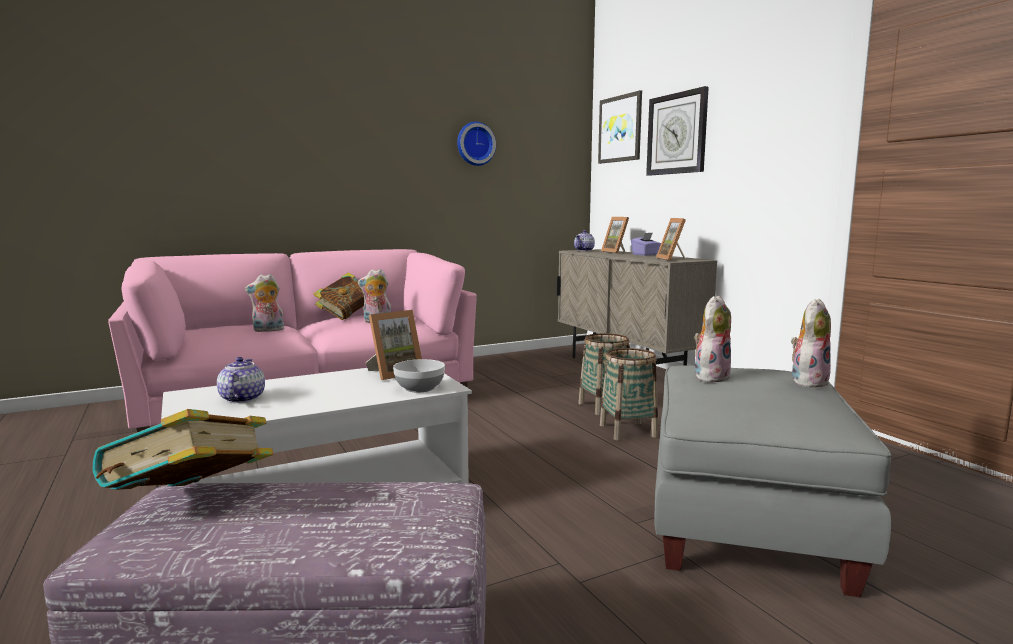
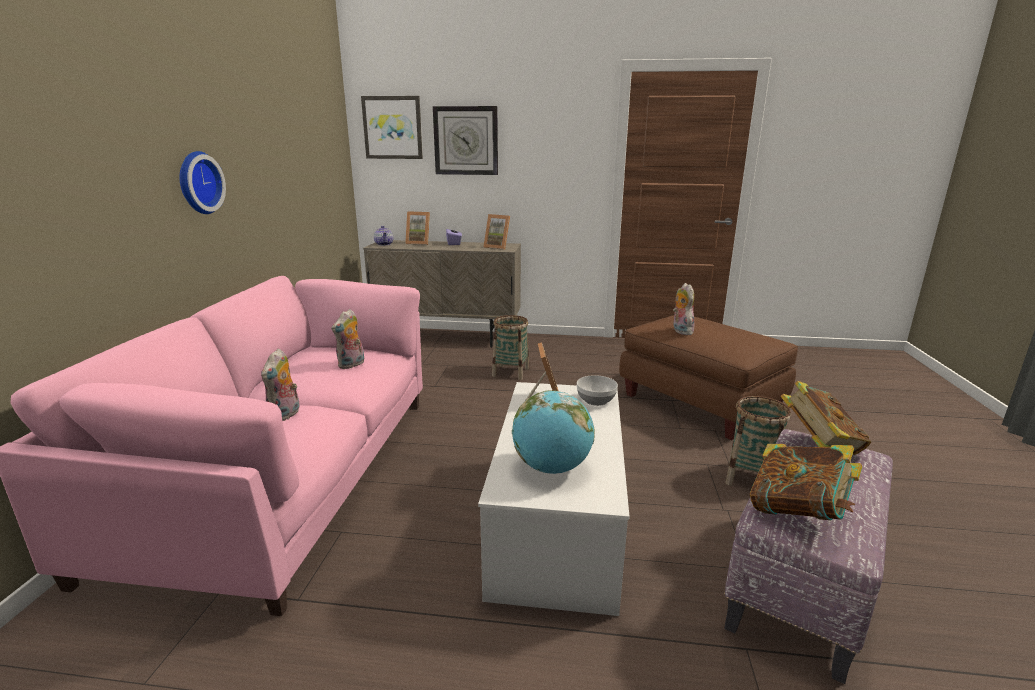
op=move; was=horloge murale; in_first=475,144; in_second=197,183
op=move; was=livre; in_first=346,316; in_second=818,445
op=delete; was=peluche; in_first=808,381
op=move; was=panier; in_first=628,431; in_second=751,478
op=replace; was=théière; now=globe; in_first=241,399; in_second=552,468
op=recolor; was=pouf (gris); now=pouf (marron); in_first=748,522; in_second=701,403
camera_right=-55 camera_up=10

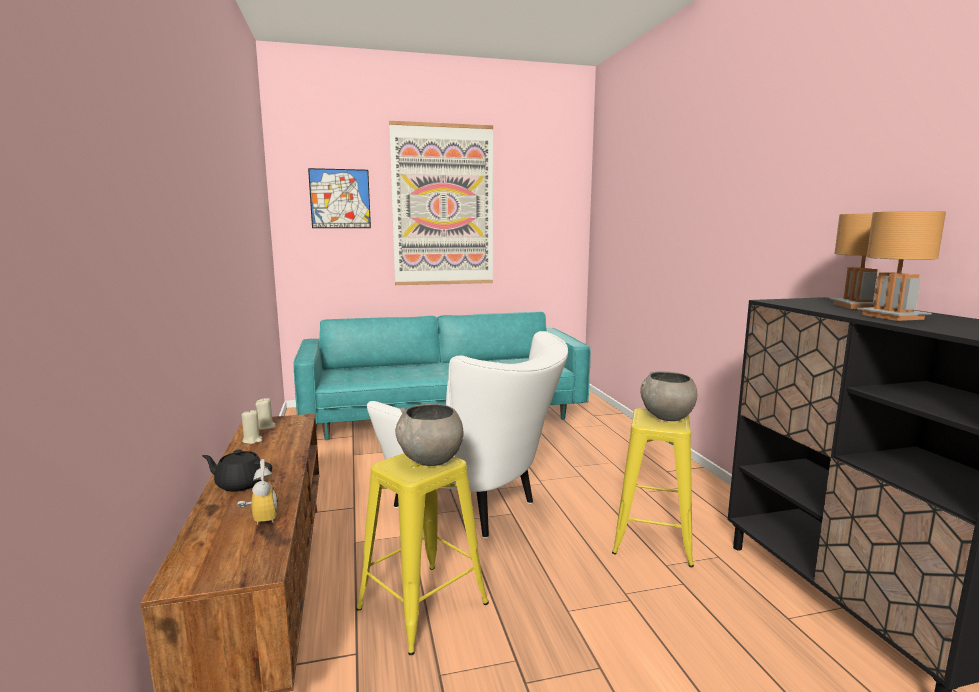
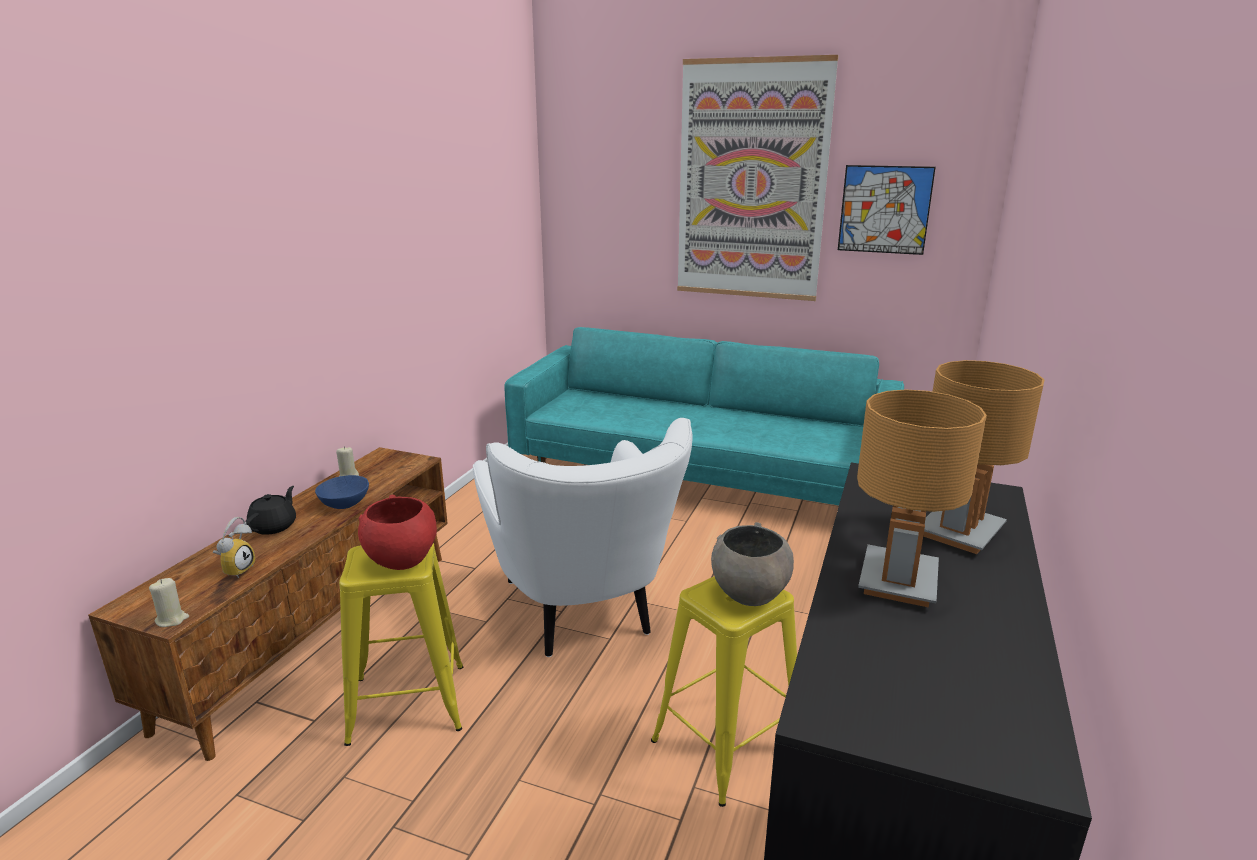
op=move; was=tableau; in_first=340,199; in_second=884,209
op=move; was=bougie (beige); in_first=266,427; in_second=172,619
op=recolor; was=bol (gris); now=bol (rouge); in_first=430,460; in_second=401,560
op=rotate; was=théière (noir); in_first=240,484; in_second=274,526; clockwise=60
op=insert; now=bol (bleu); in_second=345,503
camera_right=35 camera_up=10

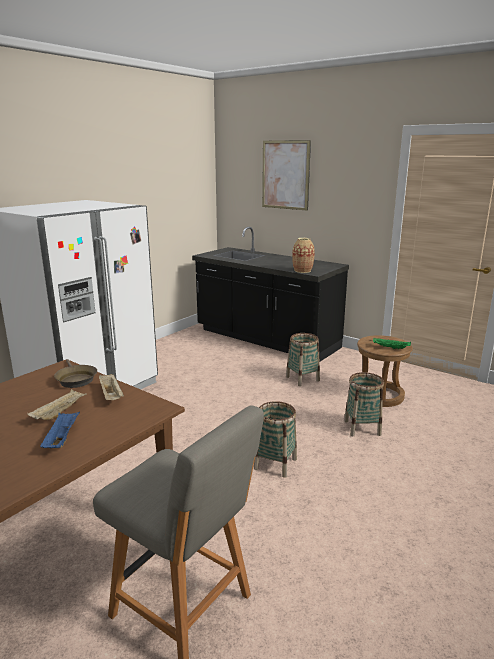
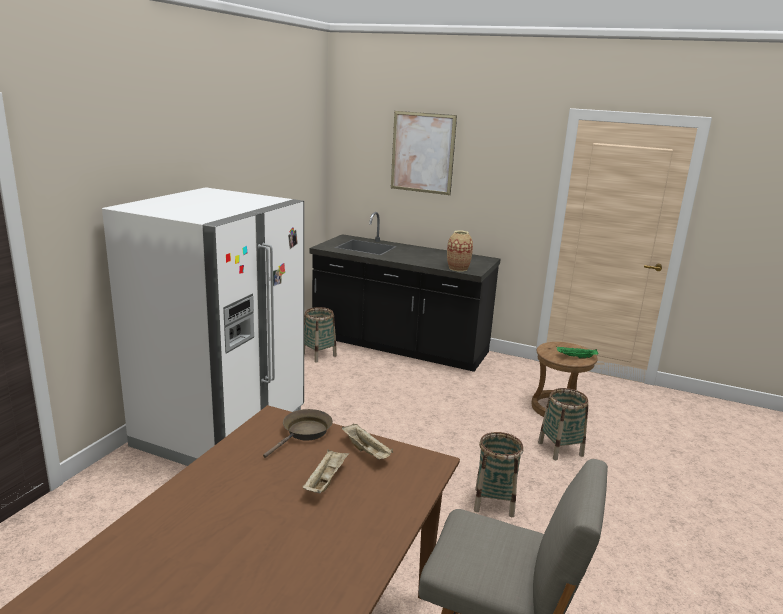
op=move; was=panier; in_first=302,378; in_second=318,355
op=rotate; was=poêle (marron); in_first=75,379; in_second=304,433; clockwise=-105
op=delete; was=plateau (bleu); in_first=61,439
camera_right=-15 camera_up=0

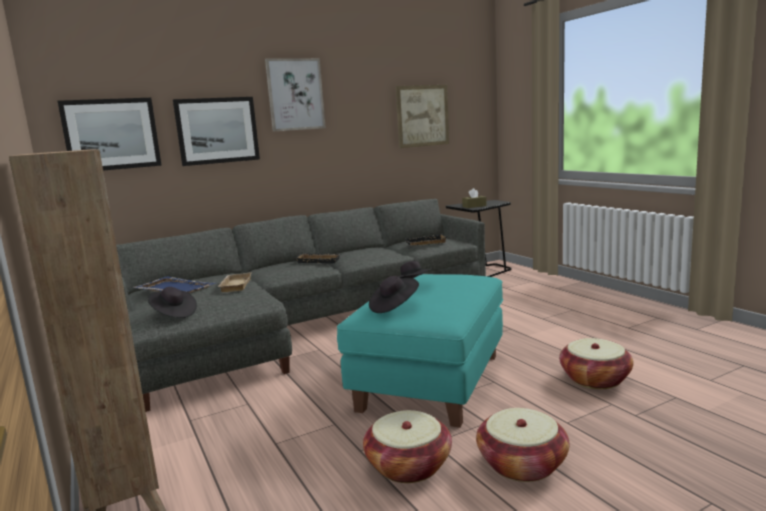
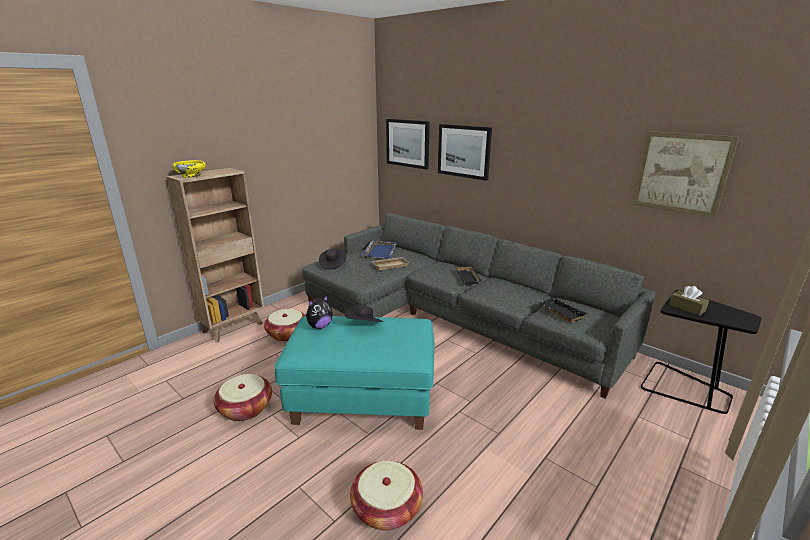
op=delete; was=tableau; in_first=295,94
op=replace; was=chapeau (noir); now=peluche; in_first=394,307; in_second=319,326
op=move; was=panier; in_first=522,464; in_second=287,334
op=insert; now=bol (jaune); in_second=191,176
camera_right=70 camera_up=10

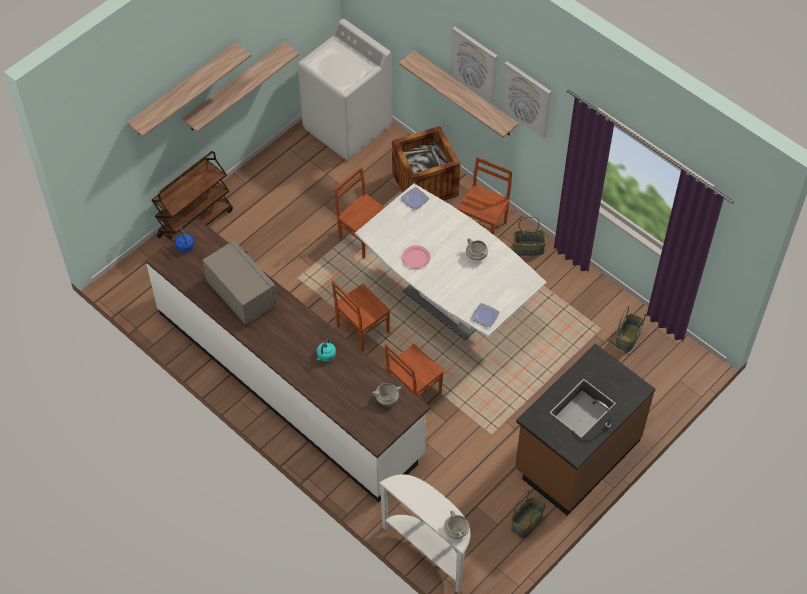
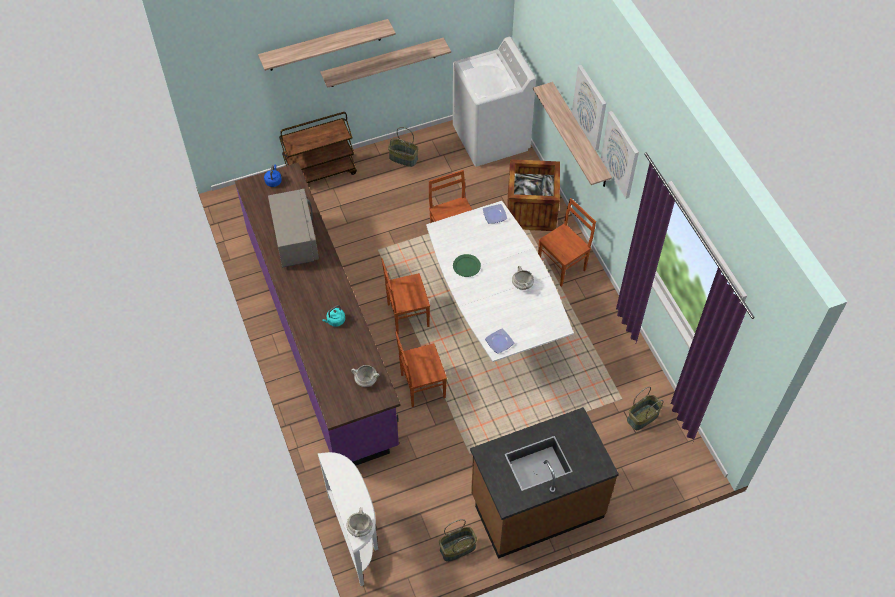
op=move; was=panier; in_first=528,248; in_second=404,158
op=recolor; was=comptoir de cuisine (blanc); now=comptoir de cuisine (violet); in_first=289,382; in_second=321,335
op=recolor; was=assiette (rose); now=assiette (vert); in_first=416,258; in_second=466,266
camera_right=25 camera_up=0

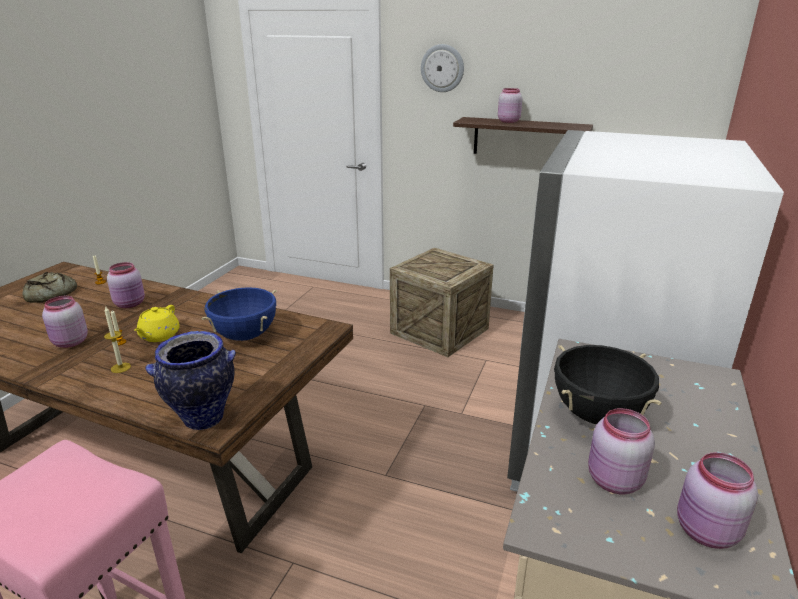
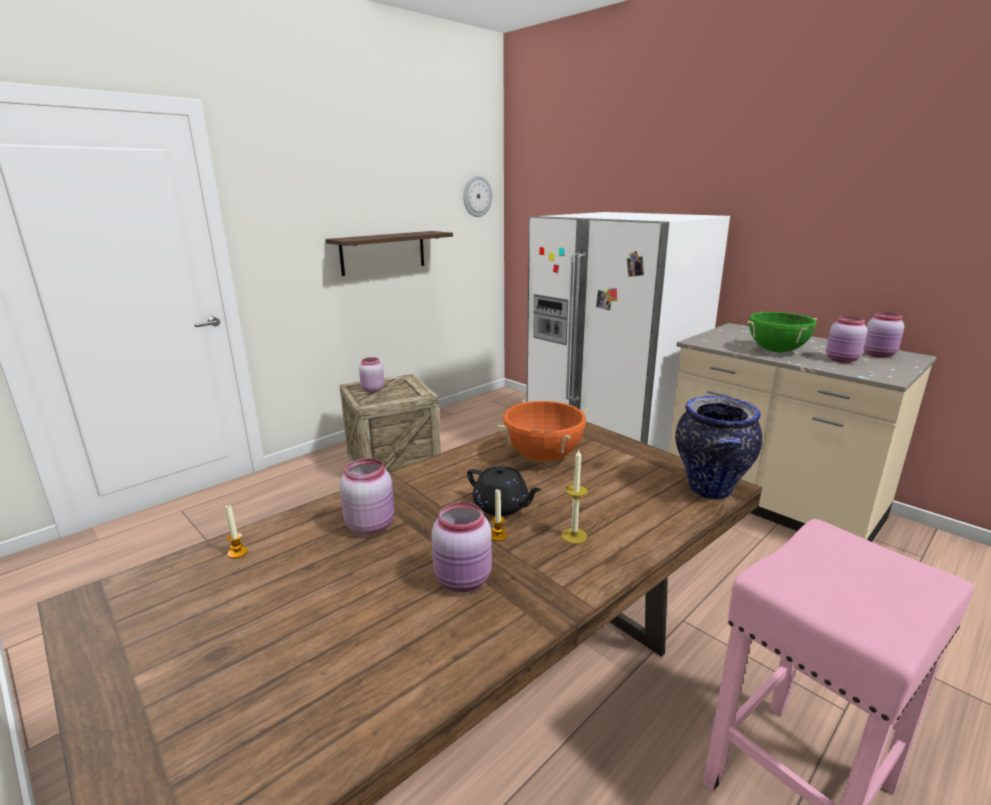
op=move; was=horloge murale; in_first=442,68; in_second=477,196
op=move; was=bocal (rose); in_first=508,121; in_second=372,390
op=delete; was=pain; in_first=50,294
op=recolor; was=marmite (bleu); now=marmite (orange); in_first=244,336; in_second=543,457
op=recolor; was=théière (jaune); now=théière (noir); in_first=159,336; in_second=502,506
op=recolor; was=marmite (noir); now=marmite (vert); in_first=598,415; in_second=776,351
camera_right=-65 camera_up=-5

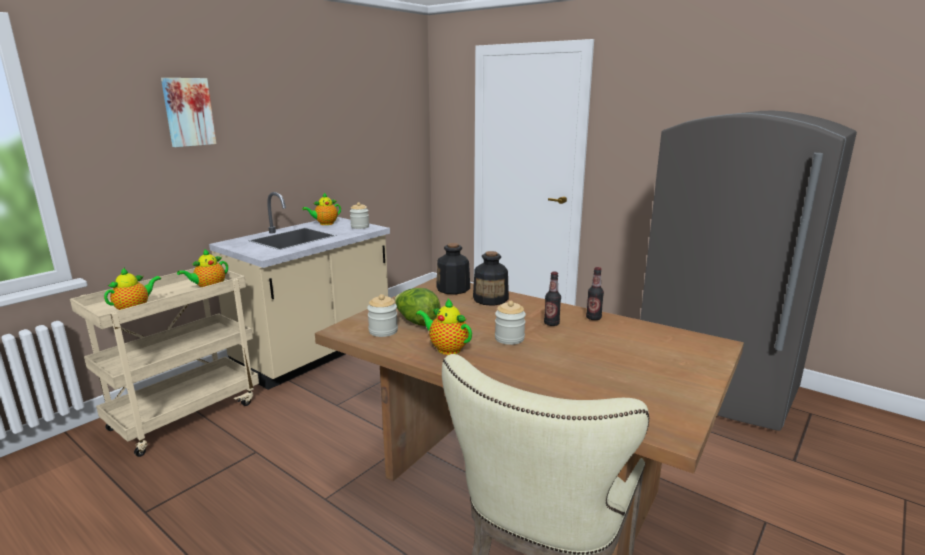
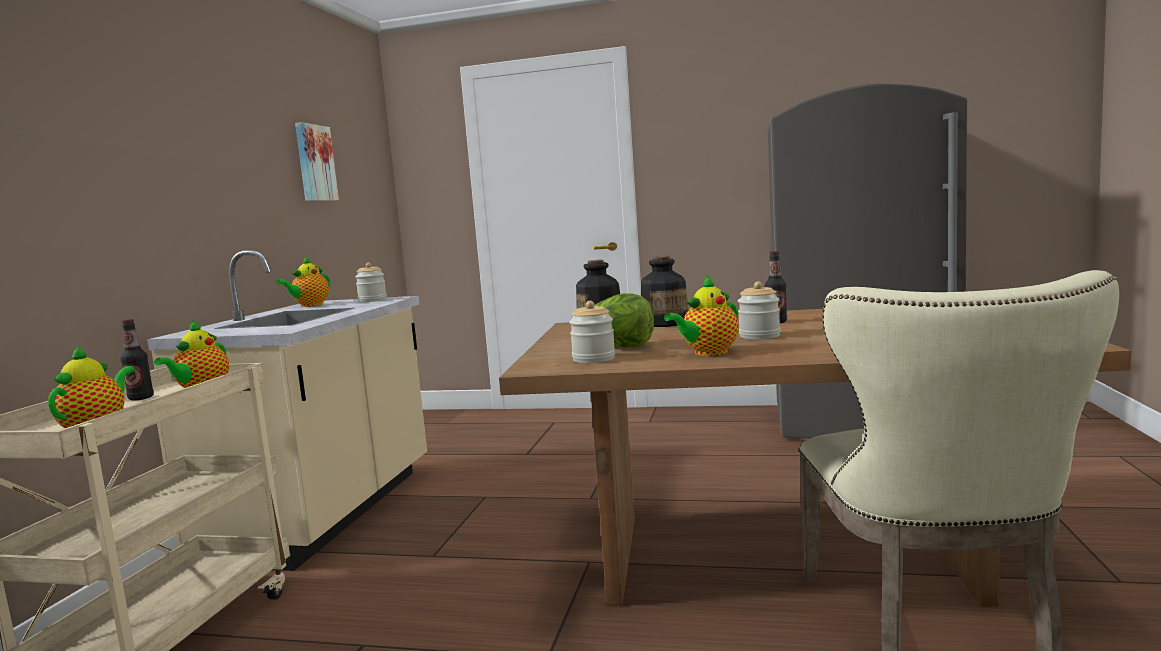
op=move; was=tableau; in_first=188,112; in_second=314,163
op=move; was=bouteille; in_first=593,318; in_second=141,398
op=rotate; was=théière; in_first=446,348; in_second=708,353; clockwise=-45
camera_right=-25 camera_up=-10

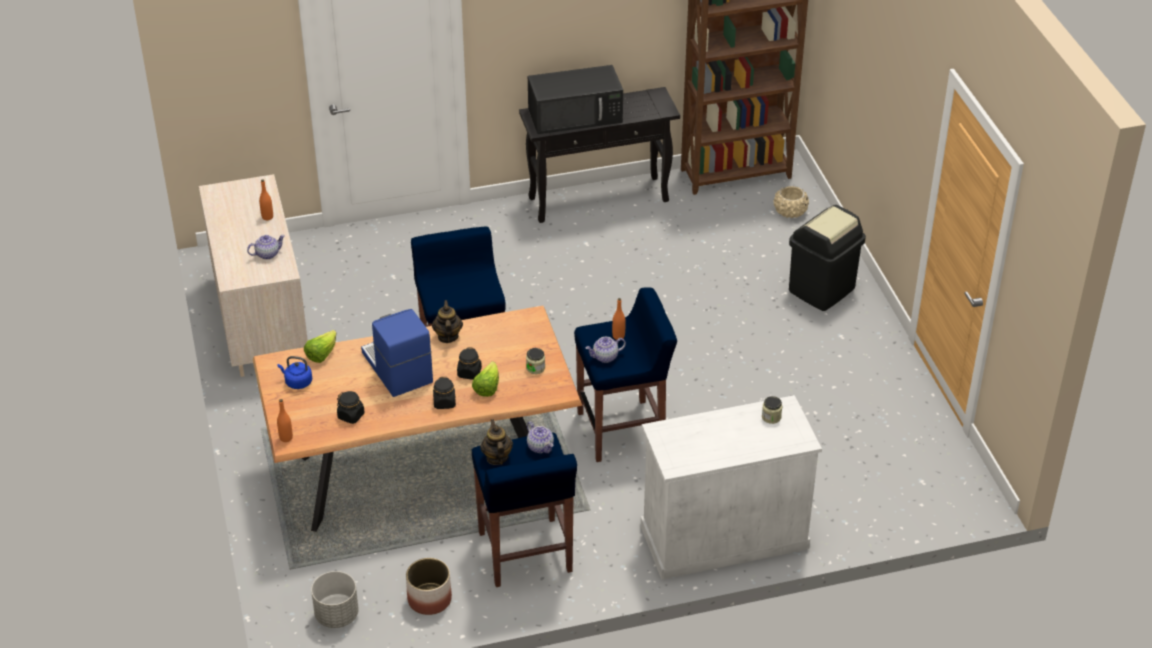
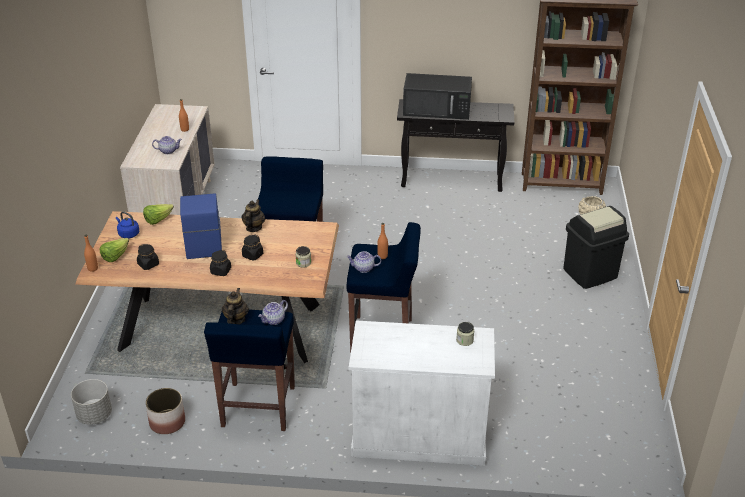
op=move; was=laitue; in_first=487,388; in_second=115,256
op=rotate; was=théière; in_first=540,447; in_second=274,320; clockwise=60
camera_right=20 camera_up=-5

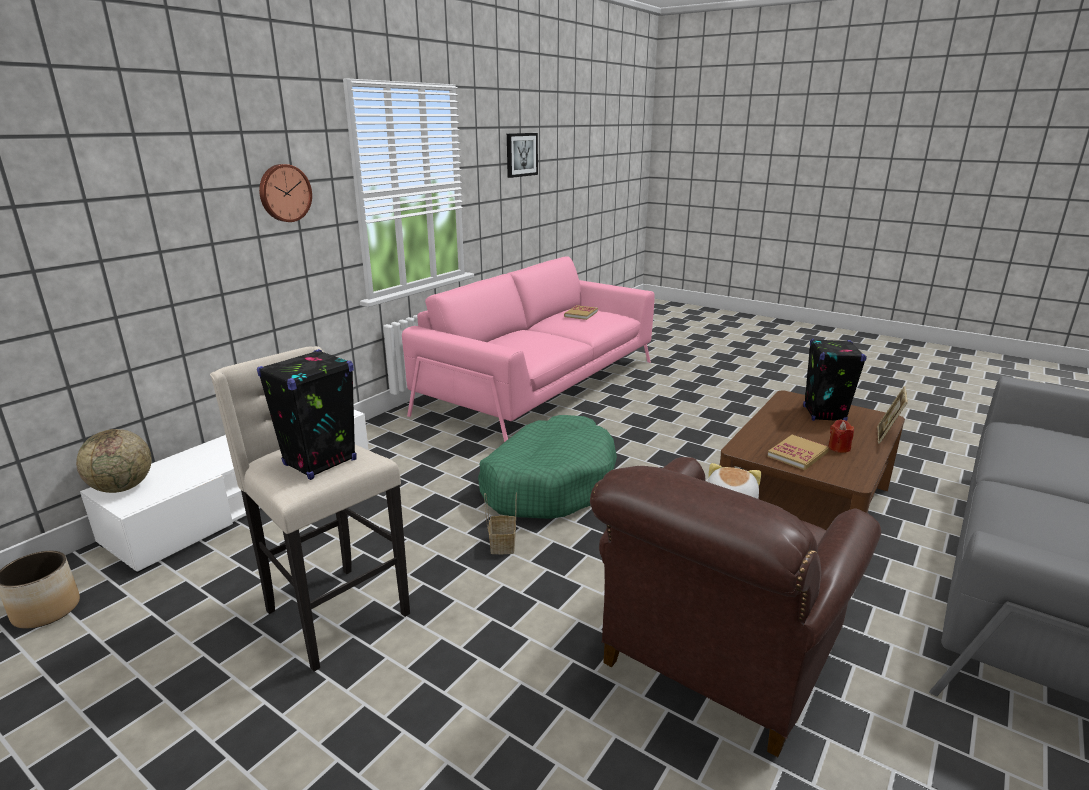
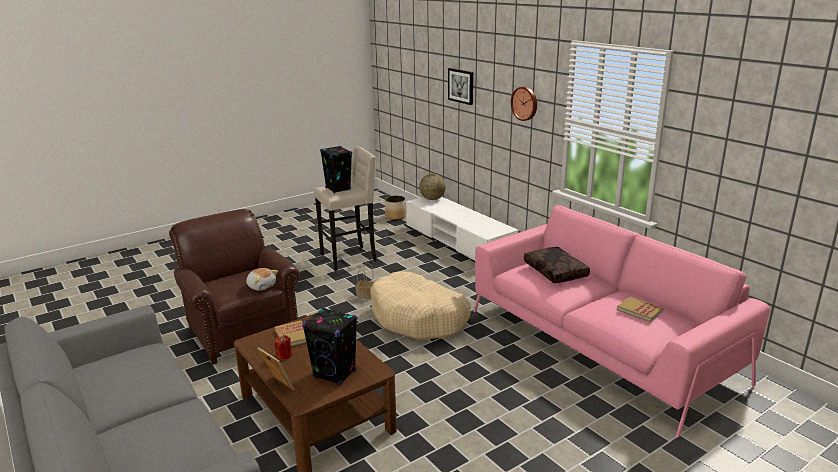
op=move; was=tableau; in_first=521,154; in_second=461,86
op=recolor; was=panier pour chien (vert); now=panier pour chien (beige); in_first=548,483; in_second=419,318
op=insert; now=coussin (marron); in_second=556,271
camera_right=110 camera_up=0

